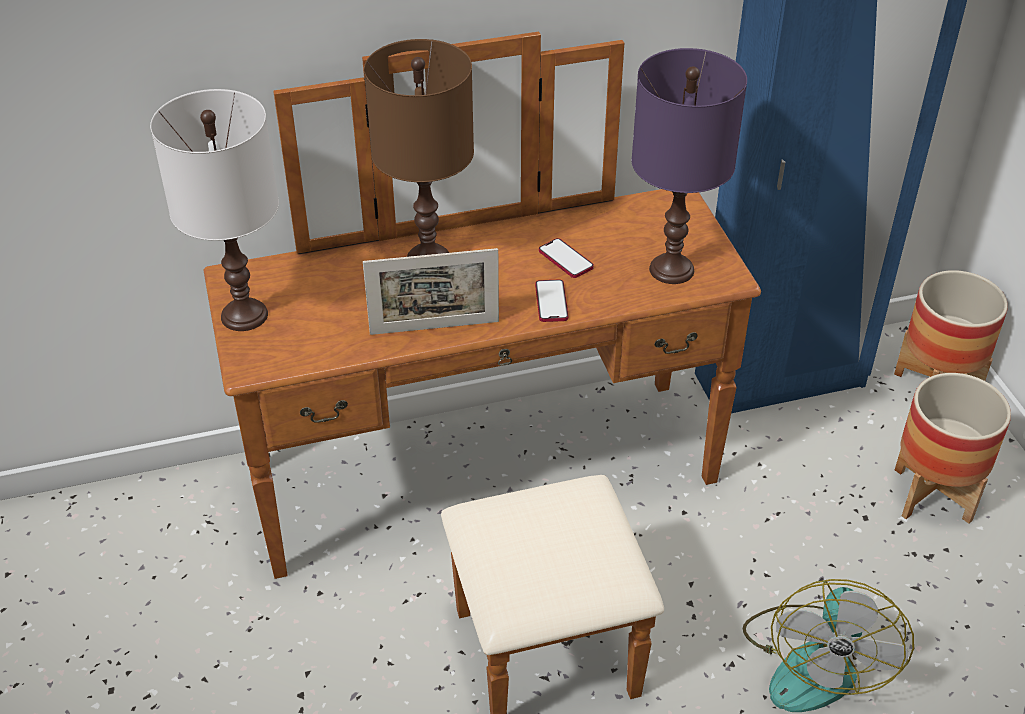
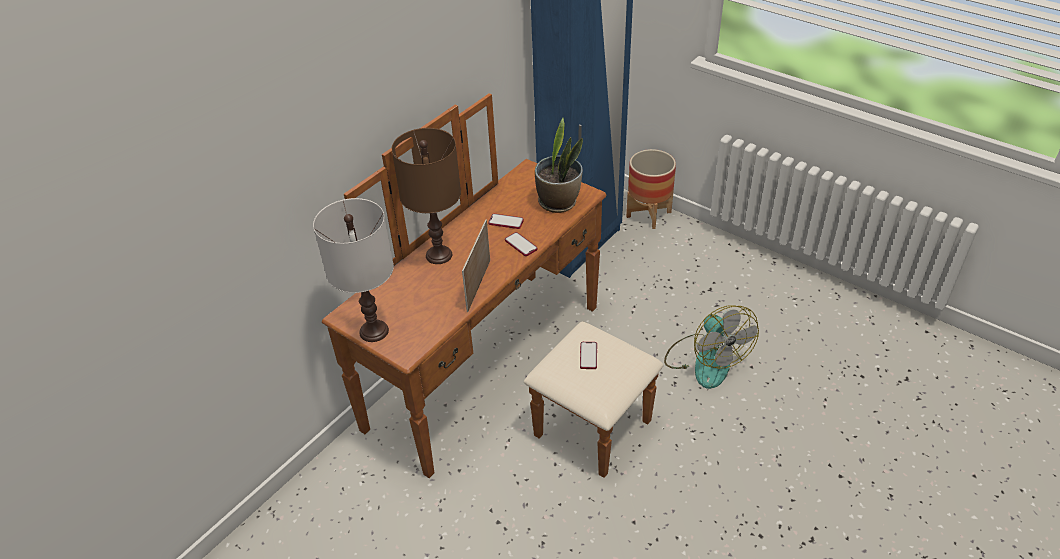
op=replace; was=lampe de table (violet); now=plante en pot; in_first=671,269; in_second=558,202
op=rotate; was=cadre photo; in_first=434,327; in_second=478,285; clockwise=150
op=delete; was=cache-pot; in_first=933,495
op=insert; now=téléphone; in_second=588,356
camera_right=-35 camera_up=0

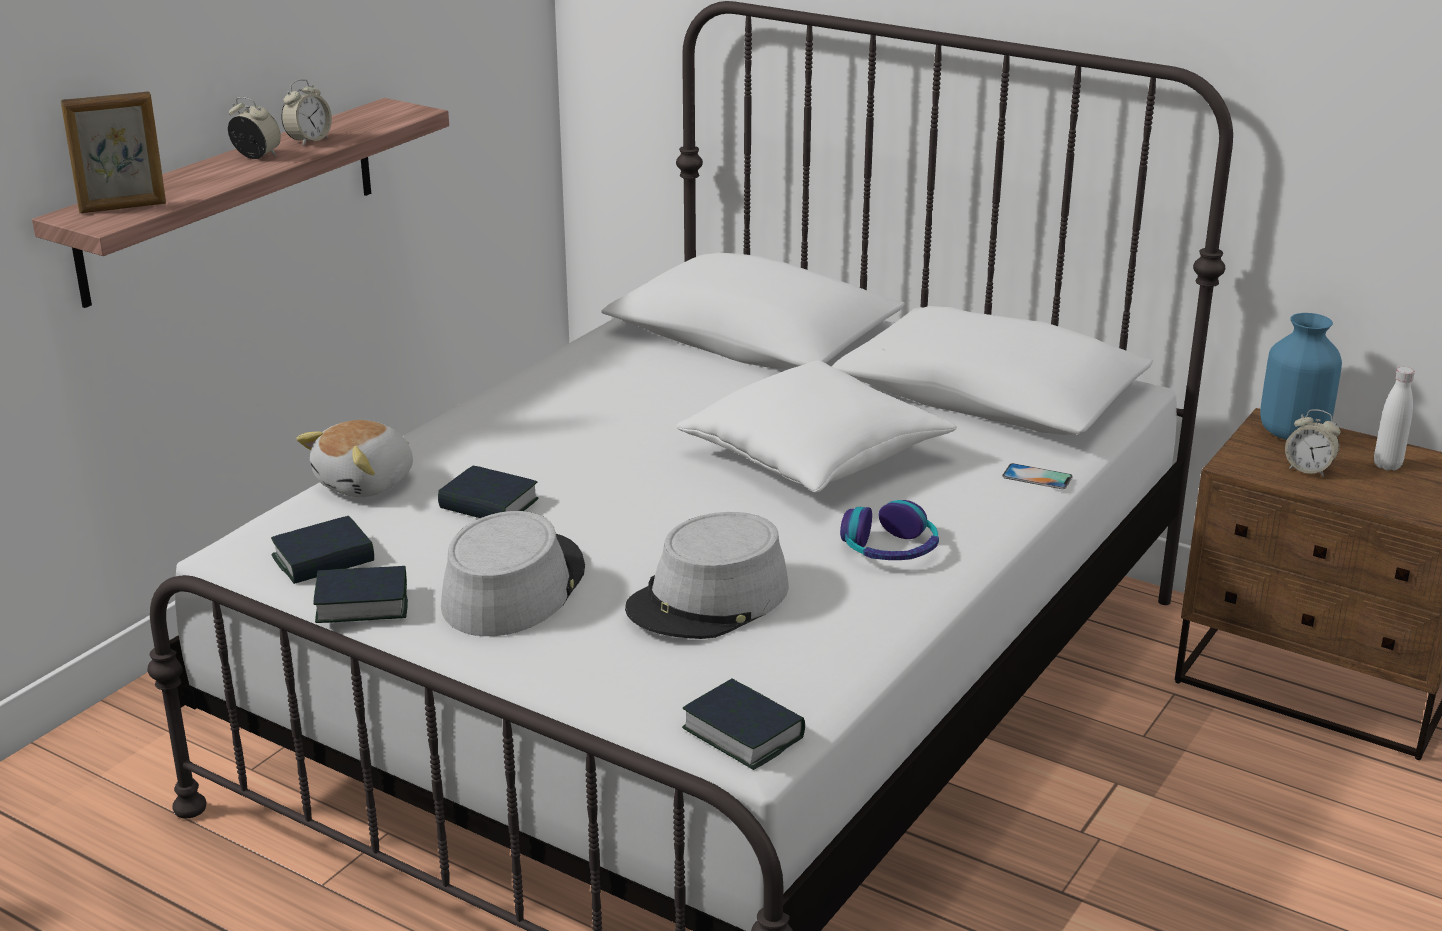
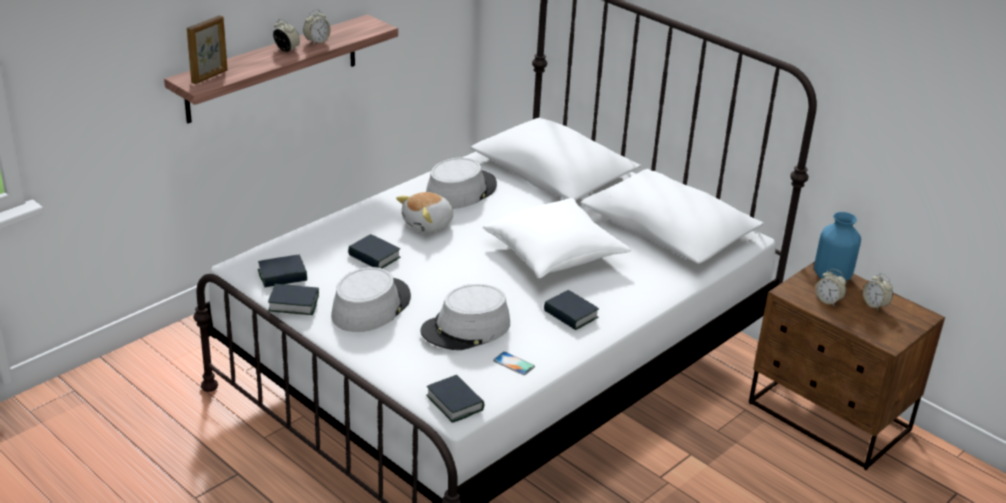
op=rotate; was=cadre photo; in_first=123,207; in_second=210,77; clockwise=-45
op=replace; was=bouteille (blanc); now=réveil; in_first=1387,465; in_second=875,305
op=move; was=peluche; in_first=367,483; in_second=428,224
op=move; was=téléphone; in_first=1037,477; in_second=514,363
op=replace; was=casque audio; now=livre; in_first=890,549; in_second=570,315
op=insert; now=chapeau (gris); in_second=460,191
camera_right=10 camera_up=5

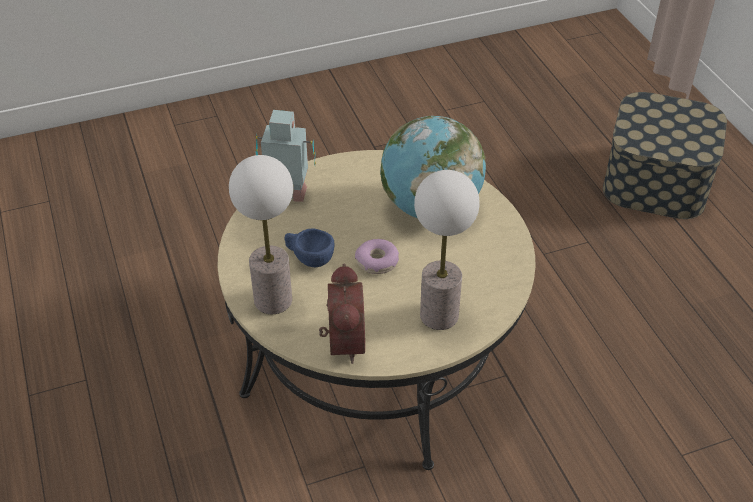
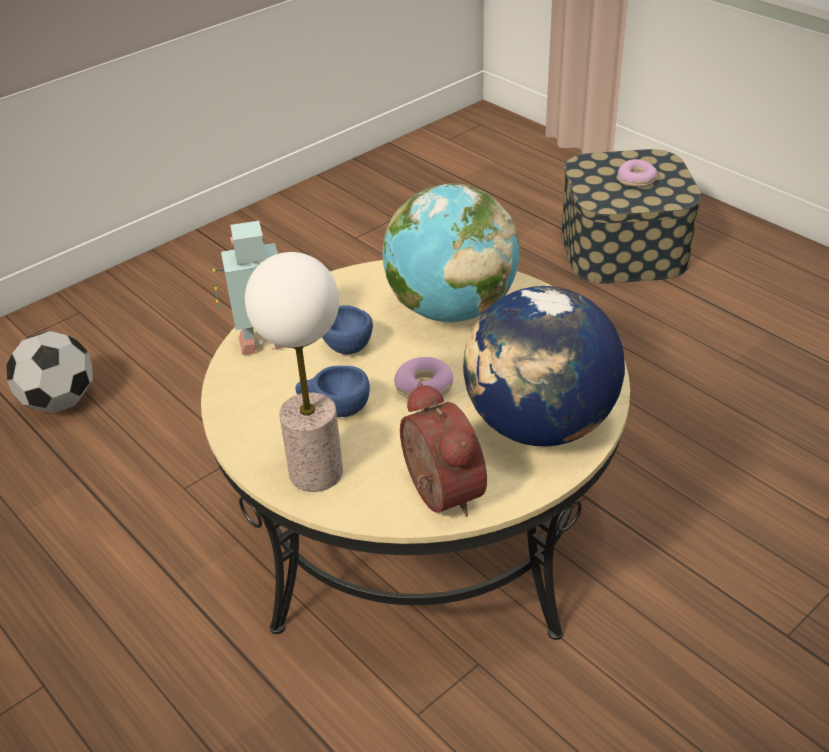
op=replace; was=lampe de table; now=globe; in_first=439,316; in_second=539,425
op=insert; now=beignet; in_second=636,180
op=insert; now=tasse (bleu); in_second=342,344
op=insert; now=ballon de foot; in_second=60,402
camera_right=-20 camera_up=-5

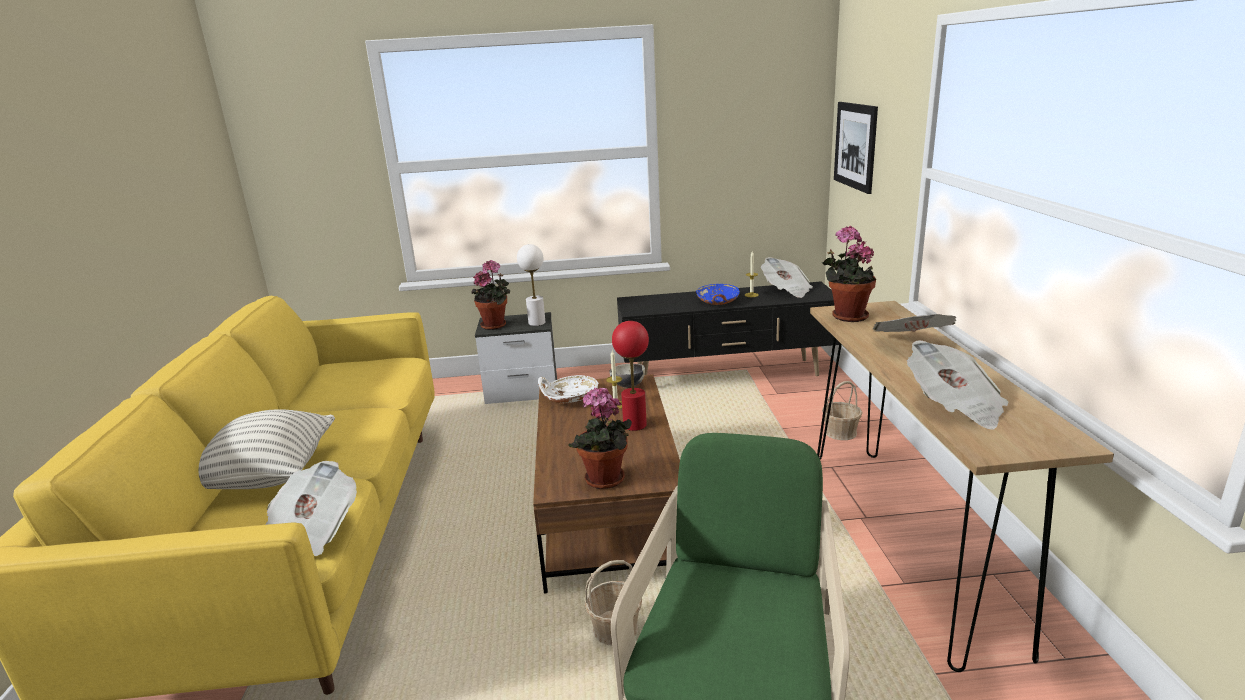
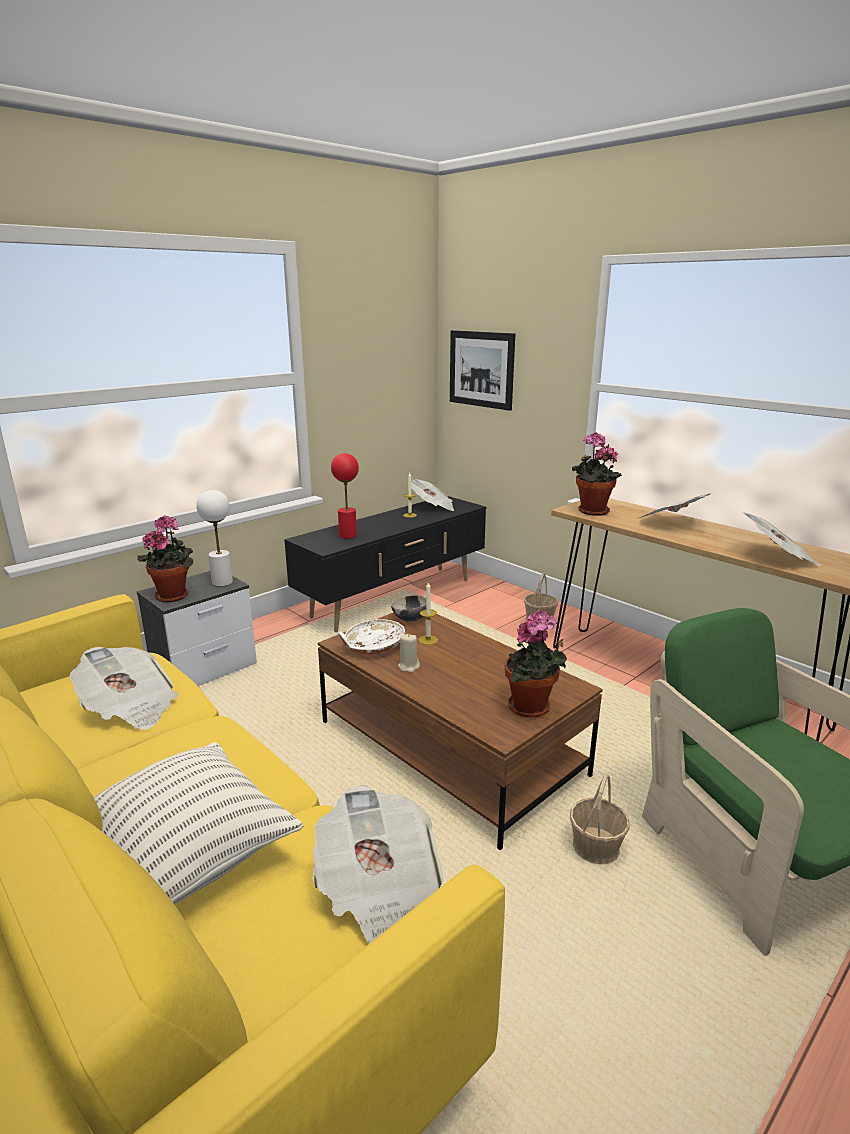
op=delete; was=bol (bleu); in_first=717,301
op=move; was=lampe de table (rouge); in_first=634,425; in_second=347,536
op=insert; now=bougie (beige); in_second=409,666
op=insert; now=journal; in_second=130,708
camera_right=-40 camera_up=0

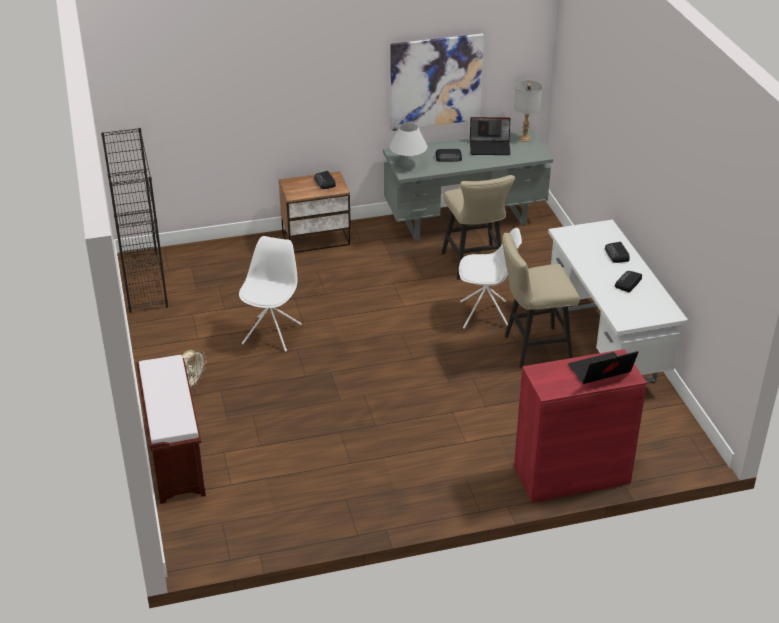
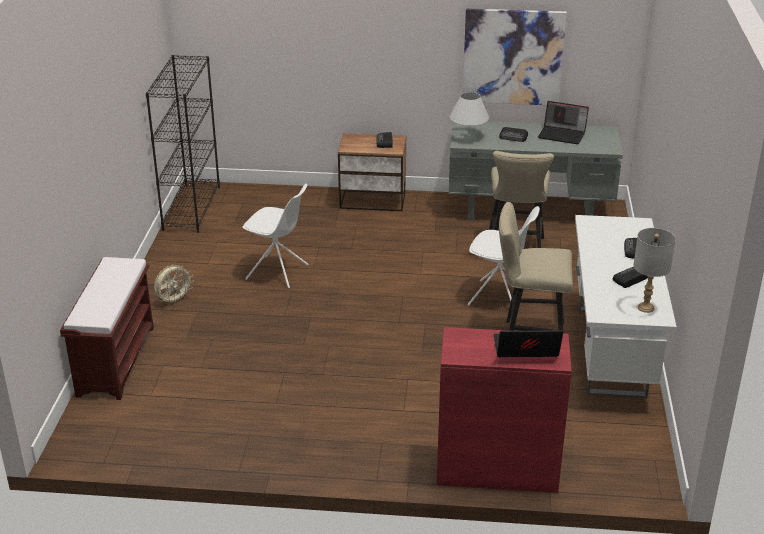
op=move; was=lampe de table (gris); in_first=524,139; in_second=645,307
op=rotate; was=chaise (blanc); in_first=272,333; in_second=278,272; clockwise=75
camera_right=20 camera_up=-5

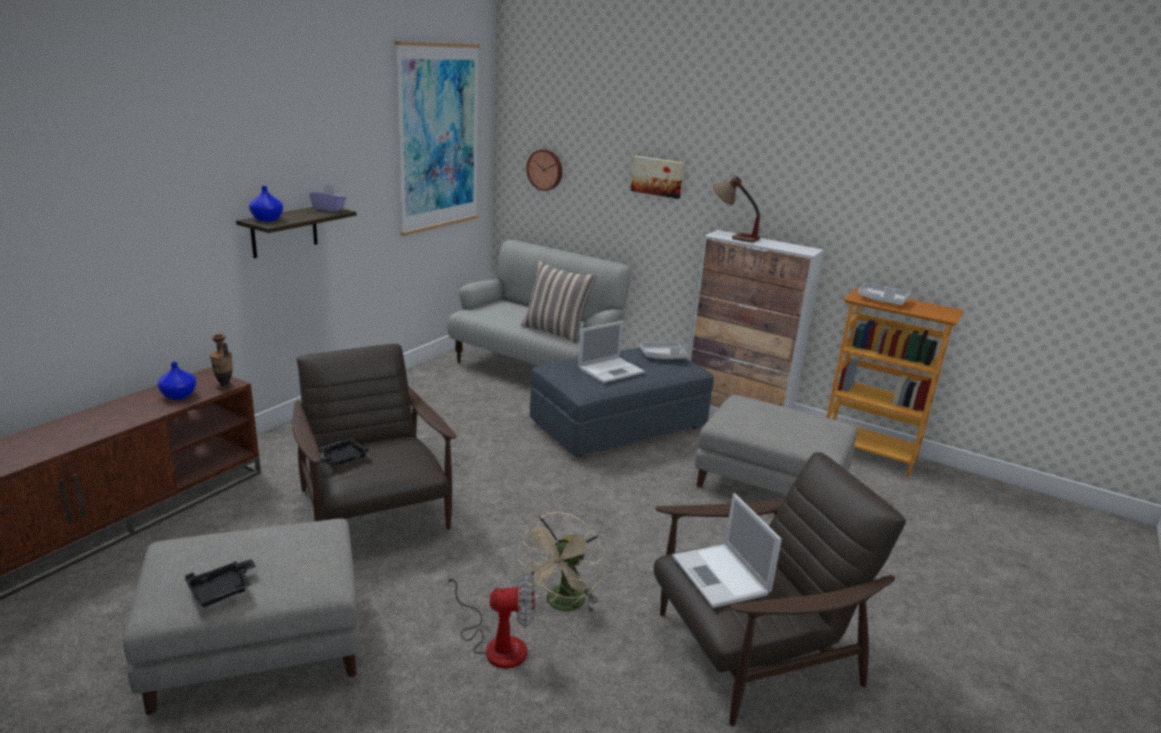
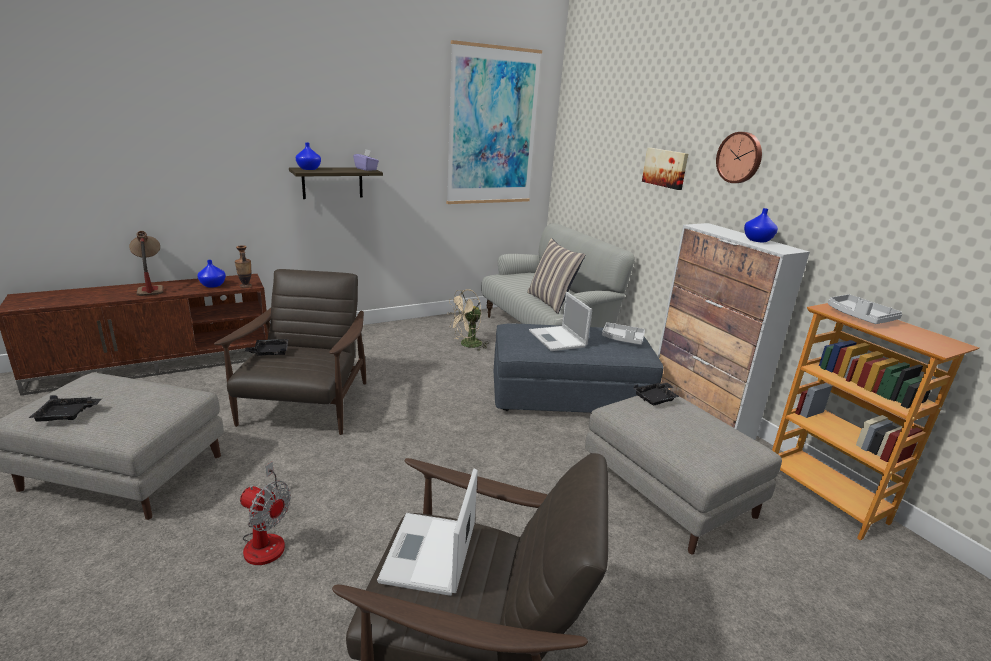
op=move; was=horloge murale; in_first=545,169; in_second=740,157
op=move; was=lampe de table; in_first=732,236; in_second=150,287
op=rotate; was=ordinateur portable; in_first=611,370; in_second=558,339; clockwise=75
op=move; was=ventilateur (beige); in_first=563,605; in_second=467,345
op=insert; now=vase (bleu); in_second=757,240
op=insert; now=plateau (noir); in_second=656,399
camera_right=30 camera_up=0

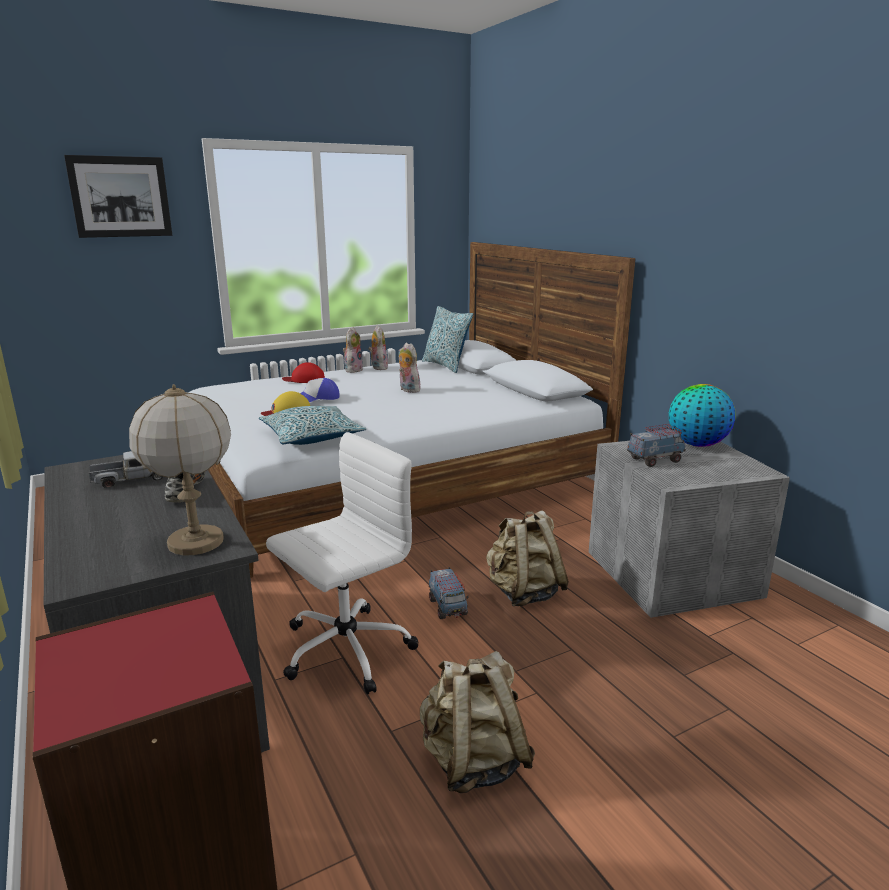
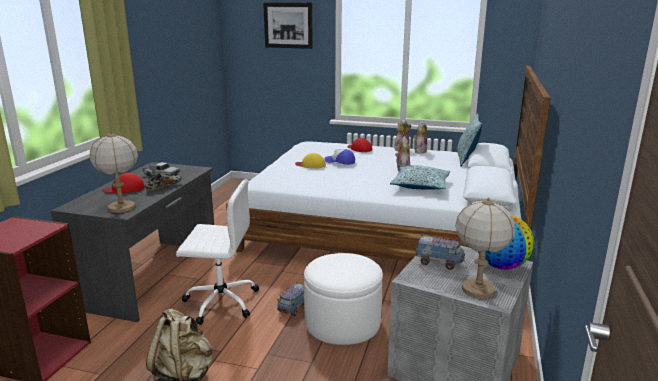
op=move; was=coussin; in_first=312,437; in_second=420,185
op=replace; was=sac à dos (beige); now=pouf (blanc); in_first=524,593; in_second=342,322
op=insert; now=casquette (rouge); in_second=124,189
op=insert; now=lampe de table; in_second=478,290
camera_right=45 camera_up=0

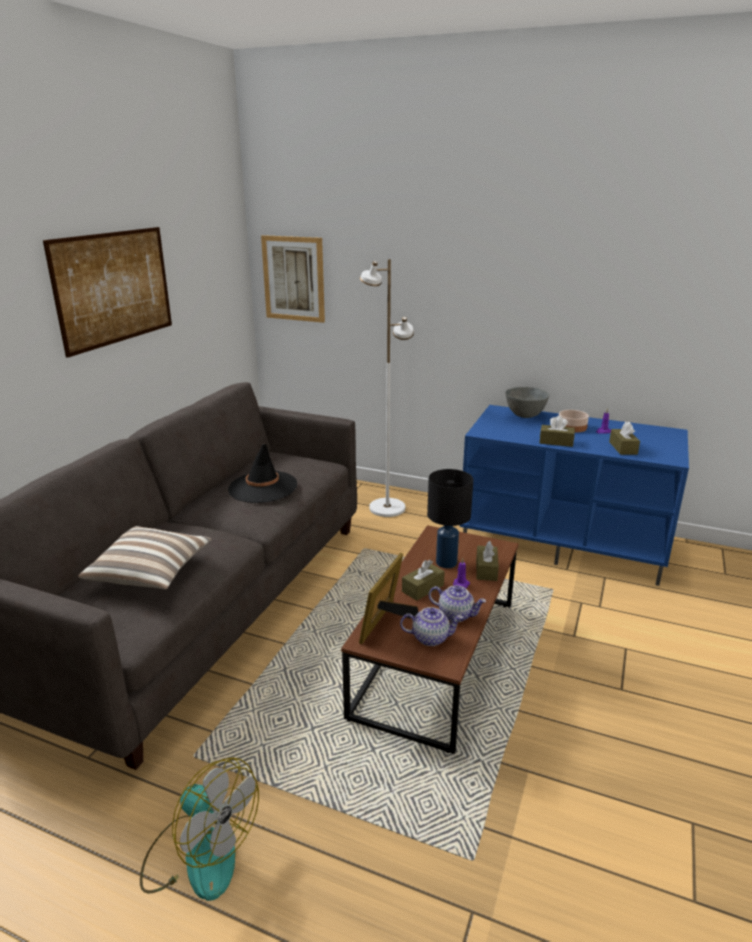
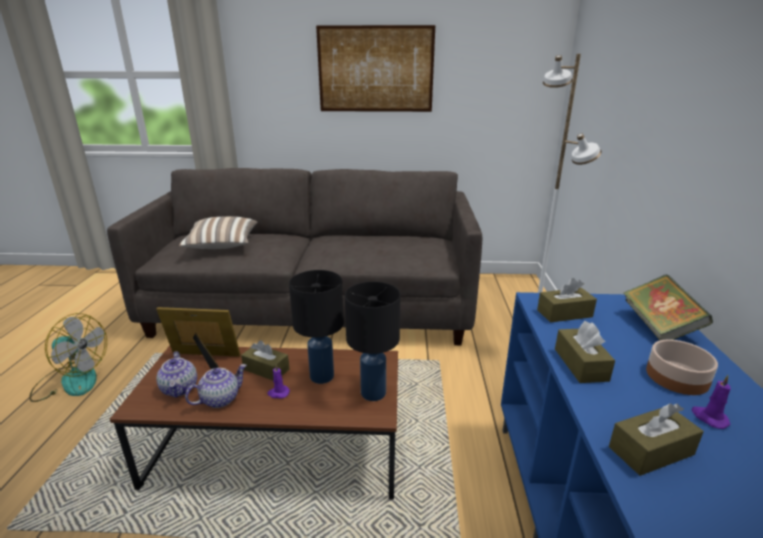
op=delete; was=tableau; in_first=293,279
op=replace; was=bol (gris); now=livre; in_first=525,416; in_second=659,327
op=delete; was=chapeau (noir); in_first=263,487
op=move; was=boîte à mouchoirs (marron); in_first=486,570; in_second=564,313
op=rotate; was=théière; in_first=456,615; in_second=220,399; clockwise=-135
op=rotate; was=ventilateur; in_first=199,854; in_second=71,380; clockwise=-90
op=insert; now=lampe de table (noir); in_second=373,393
camera_right=70 camera_up=0

